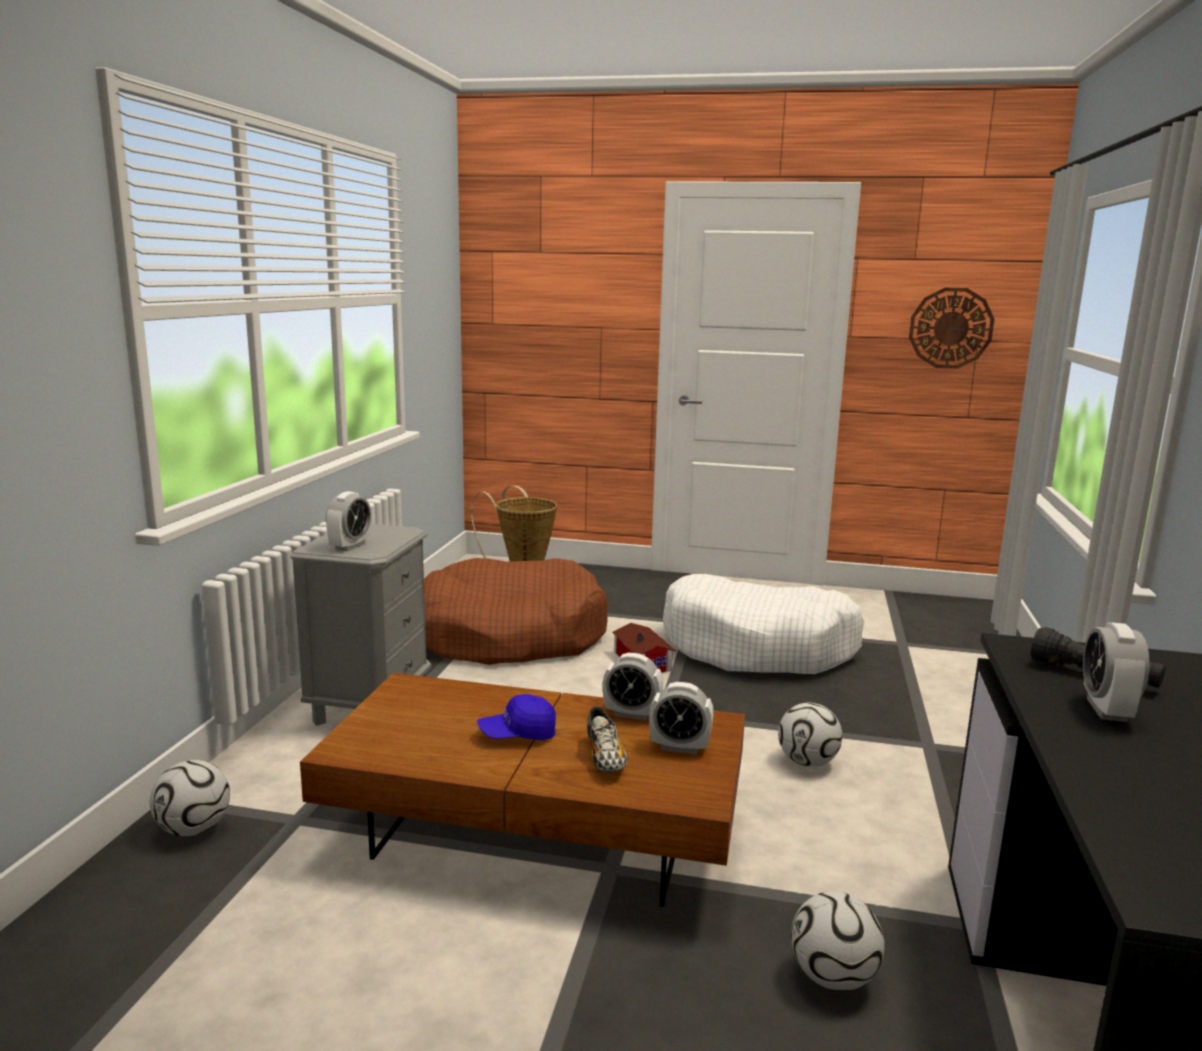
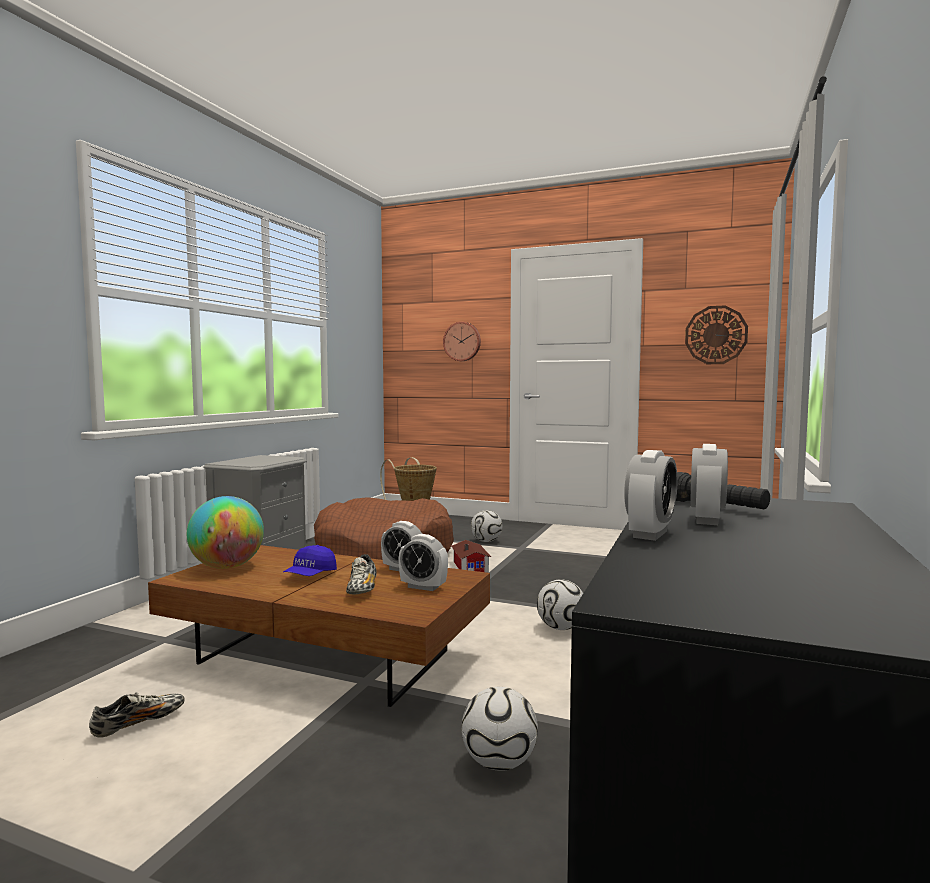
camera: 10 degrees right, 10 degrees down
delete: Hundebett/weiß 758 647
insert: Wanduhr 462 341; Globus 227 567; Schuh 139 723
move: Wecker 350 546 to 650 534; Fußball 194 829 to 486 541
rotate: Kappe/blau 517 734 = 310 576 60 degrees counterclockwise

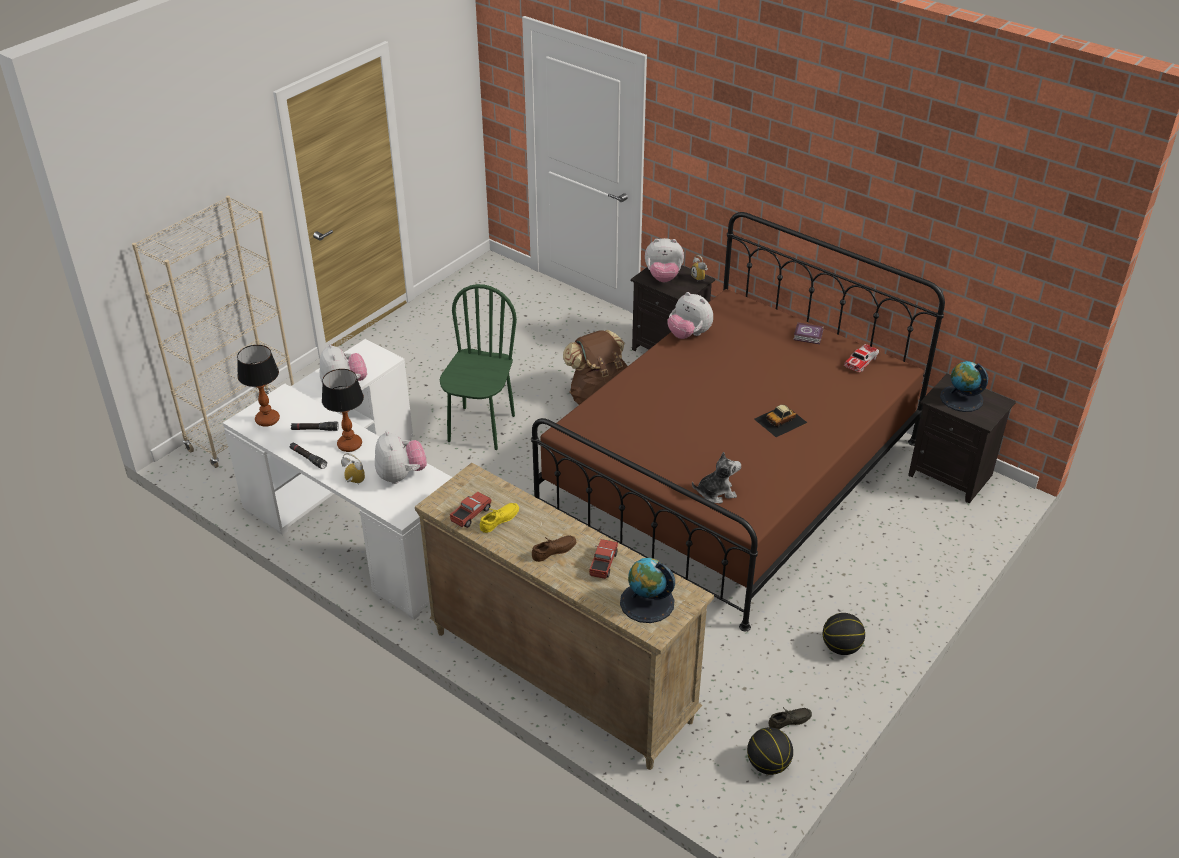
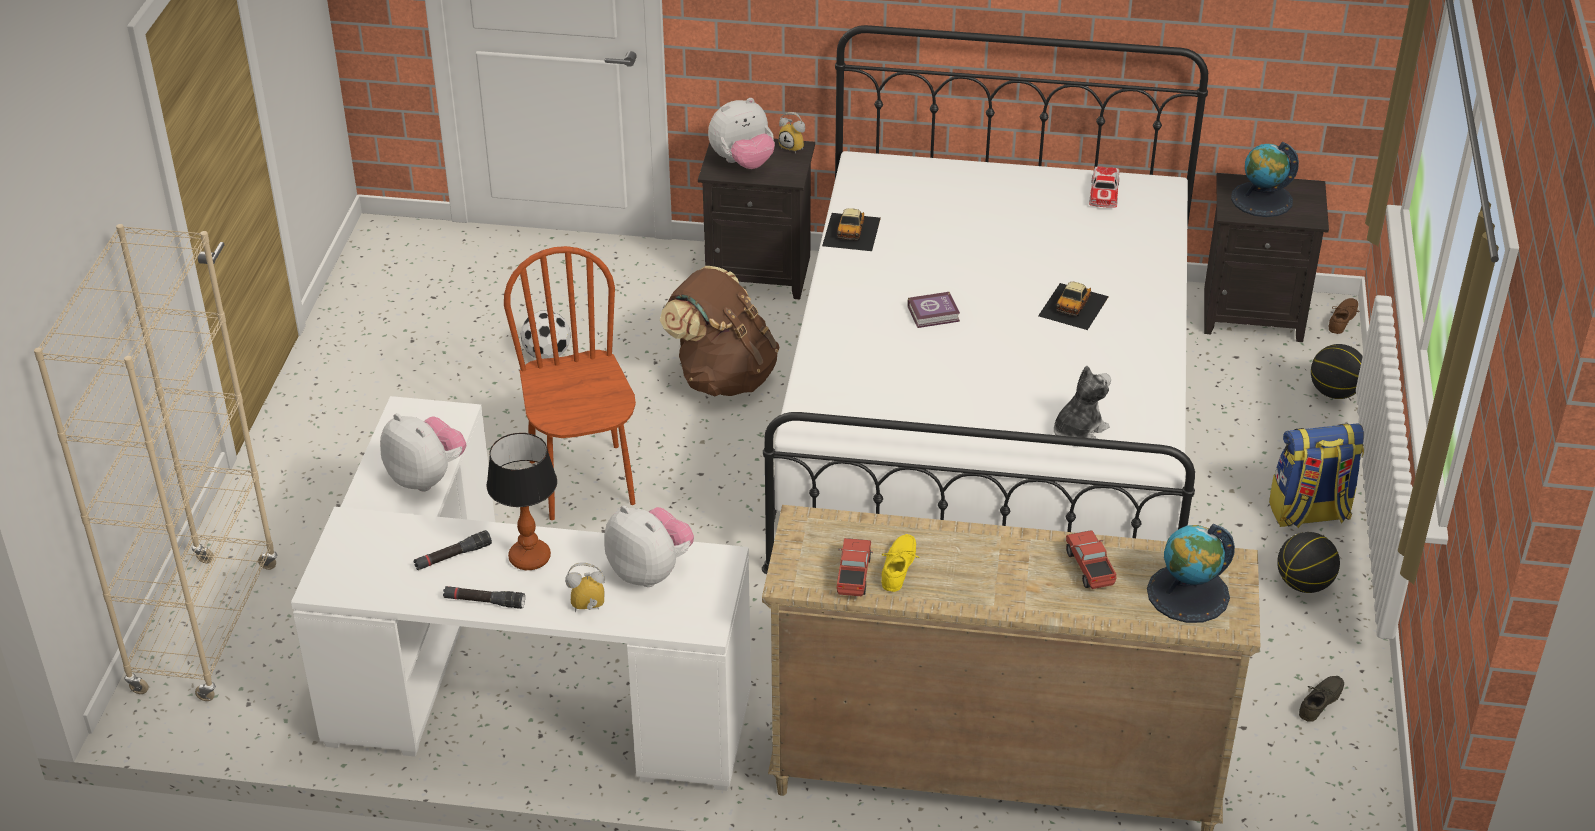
camera: 30 degrees left, 0 degrees up
delete: Tischlampe 267 419
insert: Fußball 547 354; Rucksack 1309 513
move: Buch 808 336 to 934 314; Schuh/braun 554 552 to 1344 320; Basketball 768 764 to 1334 393
replace: Plüschtier 689 335 to Spielzeugauto 852 231
recolor: Bett/braun 730 476 to Bett/weiß 987 418; Stuhl/grün 481 428 to Stuhl/braun 583 482

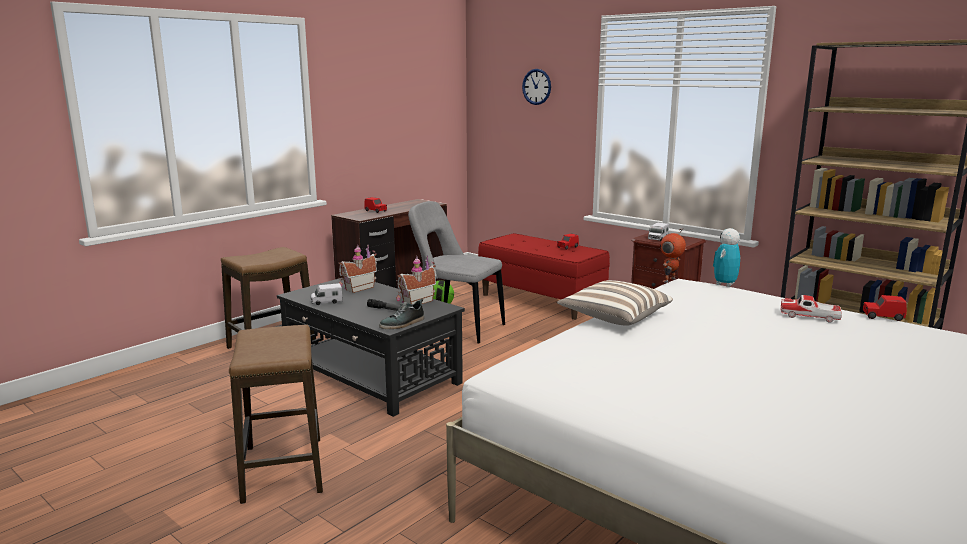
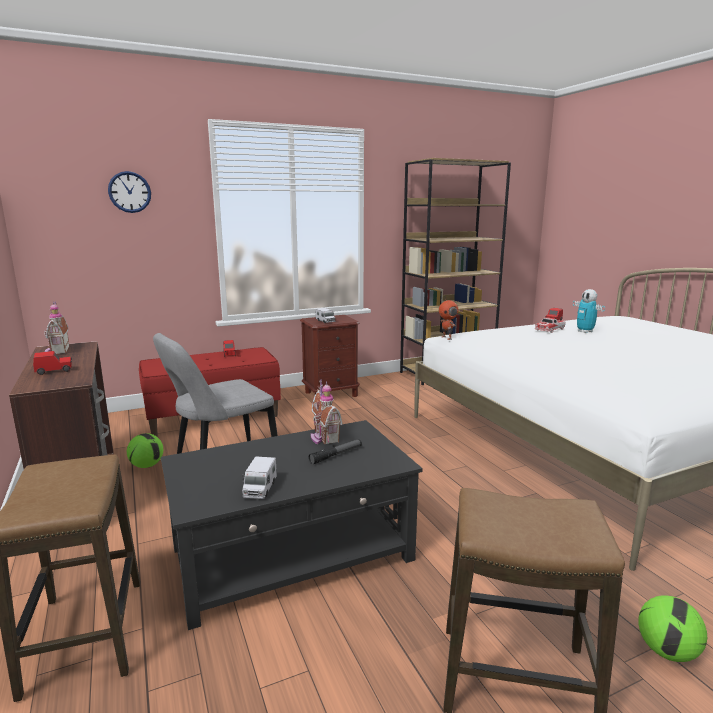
camera: 65 degrees left, 0 degrees up
delete: Kissen 613 318; Schuh 402 324
insert: Fußball 666 651
move: Spielzeugroboter 724 284 to 585 331; Spielzeughaus 357 288 to 57 350

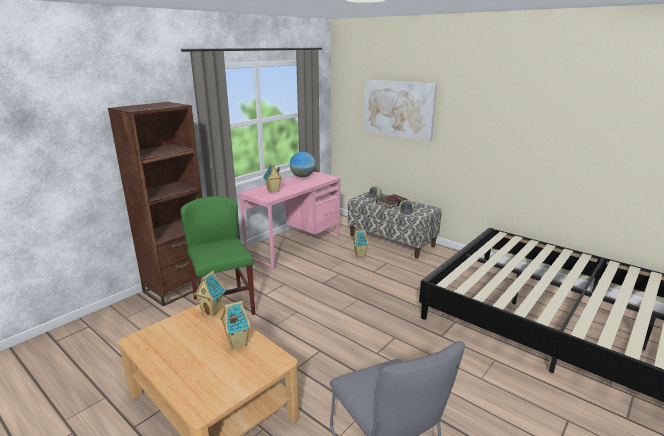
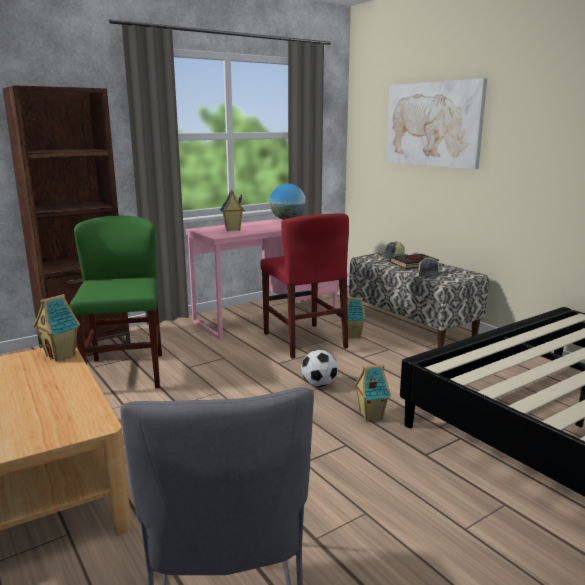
camera: 15 degrees right, 5 degrees down
insert: Stuhl/rot 304 340; Fußball 319 384
move: Spielzeughaus 236 343 to 370 415

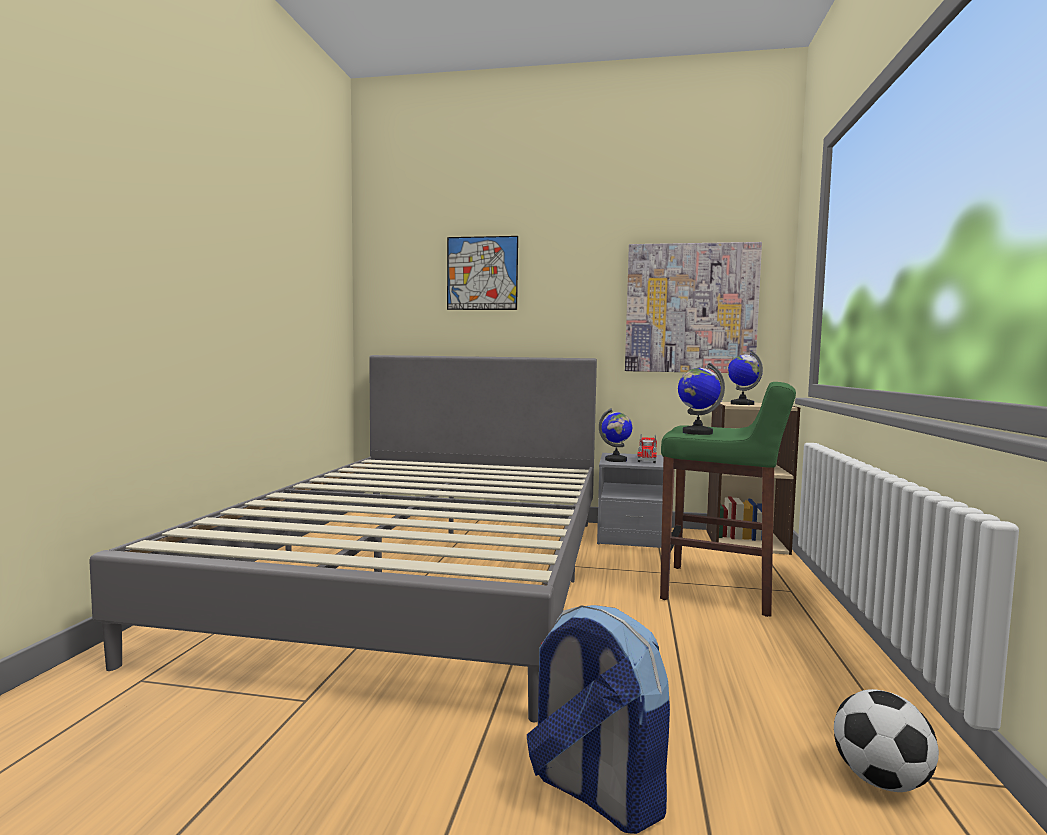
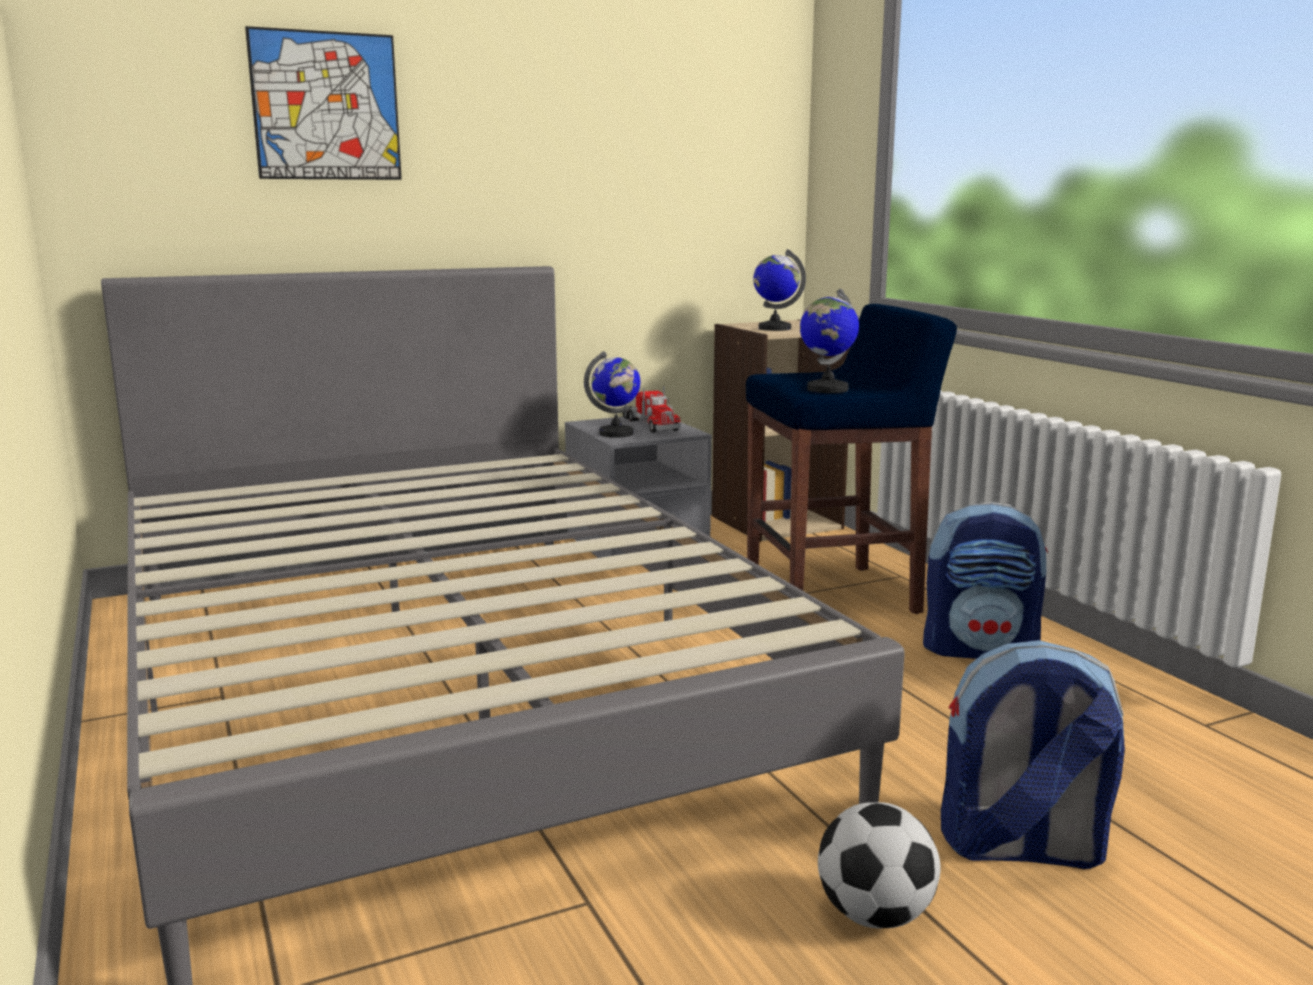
camera: 35 degrees left, 10 degrees up
delete: Bild 690 309
insert: Rucksack 980 649
move: Fußball 880 781 to 874 916
recolor: Hocker/grün 720 590 to Hocker/blau 834 595

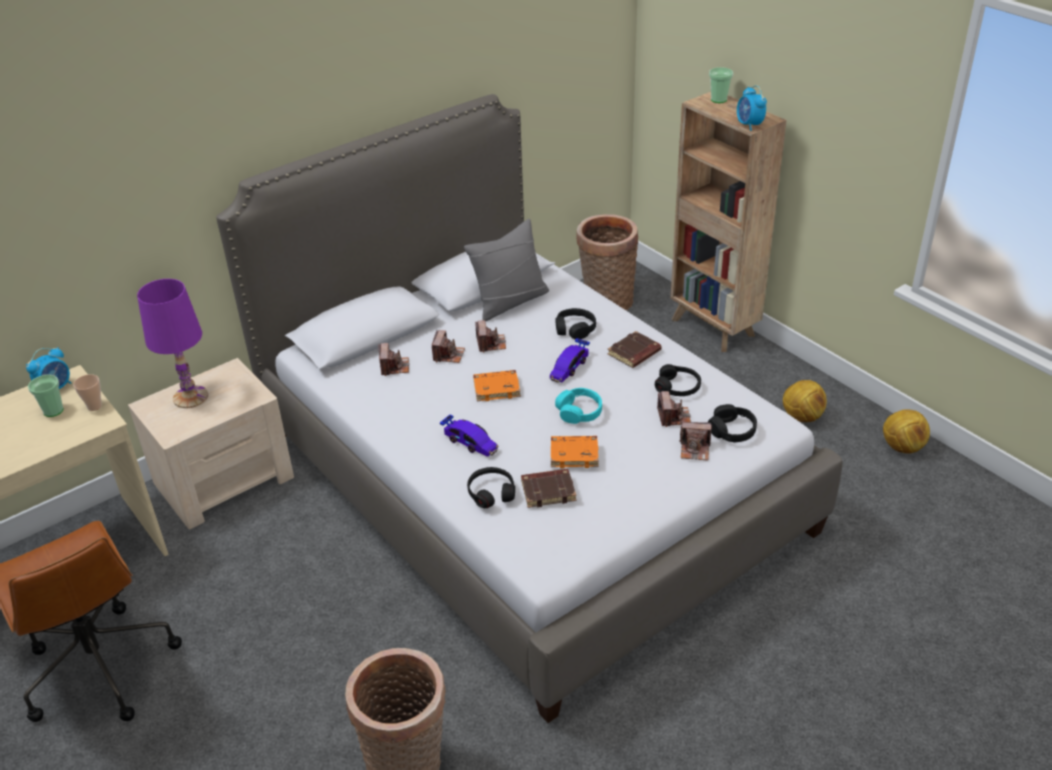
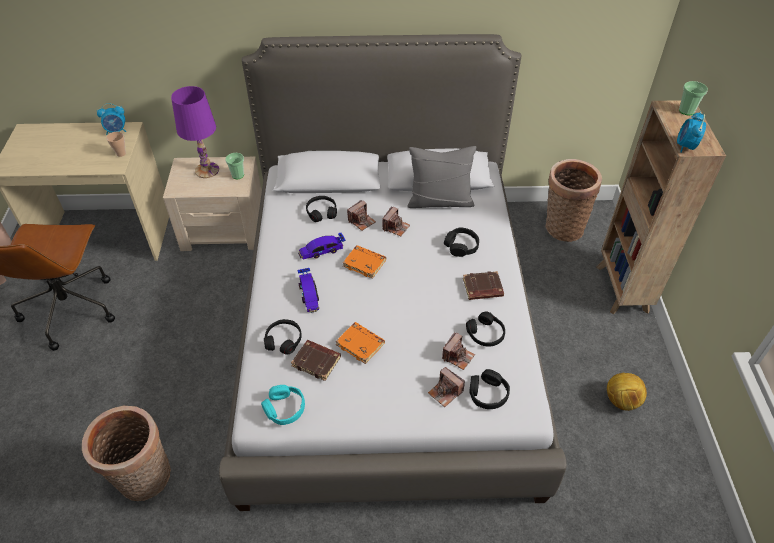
camera: 35 degrees right, 10 degrees up
delete: Fußball 902 447
move: Spielzeugauto 569 367 to 322 251; Tasse 53 410 to 238 175; Kopfhörer/türkis 579 412 to 284 408
replace: Kamera 394 367 to Kopfhörer/schwarz 321 212

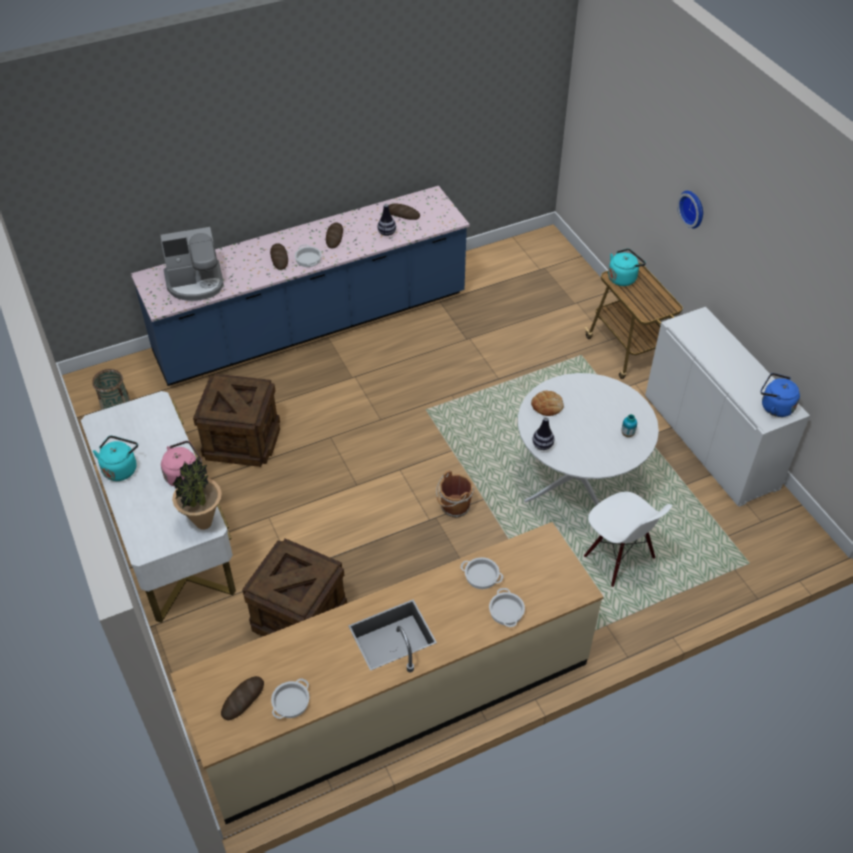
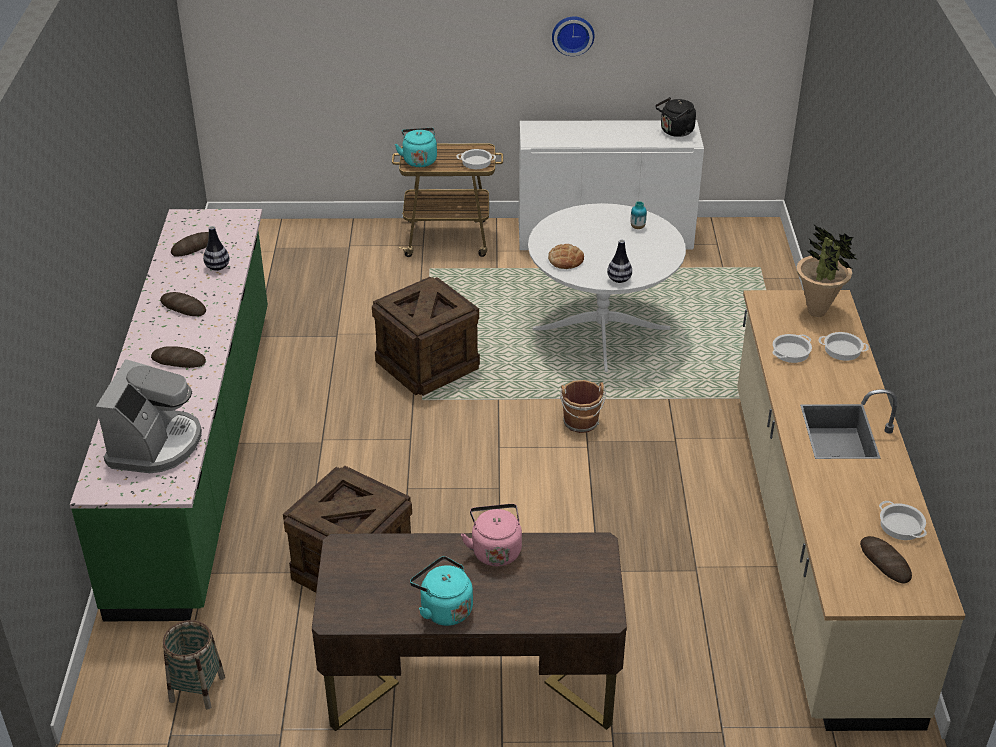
camera: 65 degrees left, 10 degrees down
delete: Stuhl/weiß 618 558
move: Wanduhr 693 208 to 572 34; Kochtopf 308 259 to 476 162; Topfpflanze 204 523 to 817 312; Kiste 300 615 to 427 364
recolor: Küchenzeile/blau 312 325 to Küchenzeile/grün 199 450; Wasserkessel/blau 774 407 to Wasserkessel/schwarz 675 132; Schreibtisch/weiß 169 535 to Schreibtisch/braun 471 682

